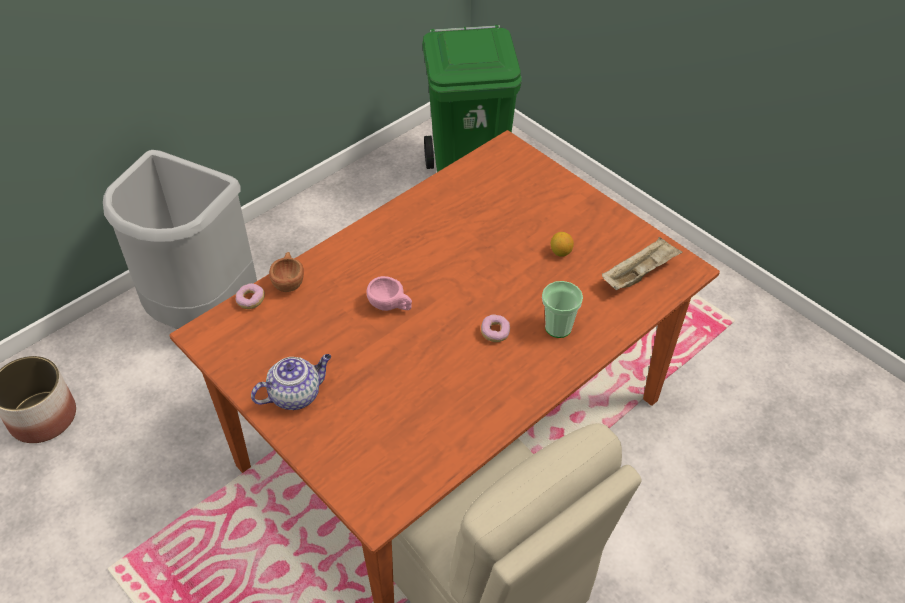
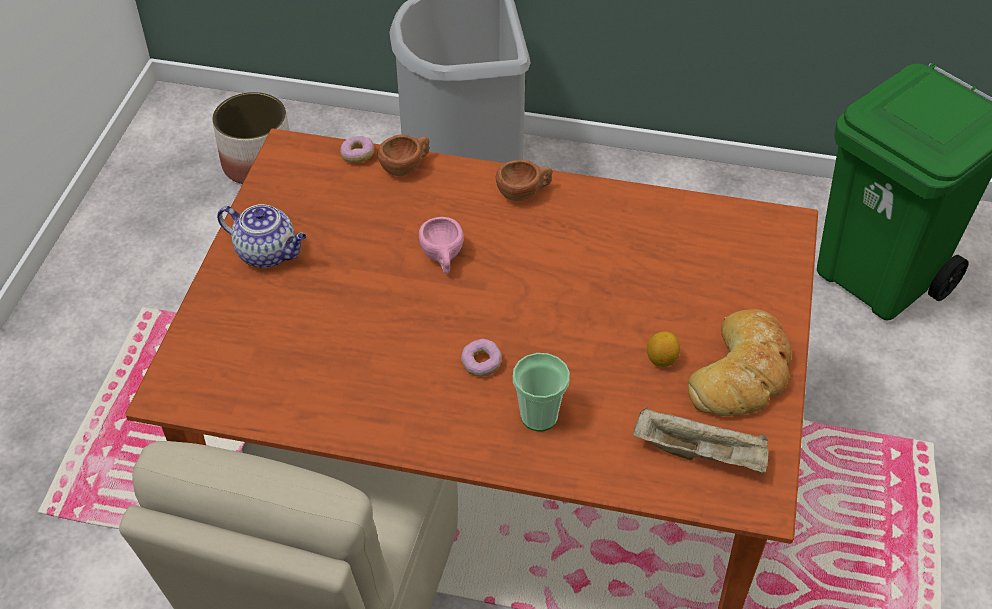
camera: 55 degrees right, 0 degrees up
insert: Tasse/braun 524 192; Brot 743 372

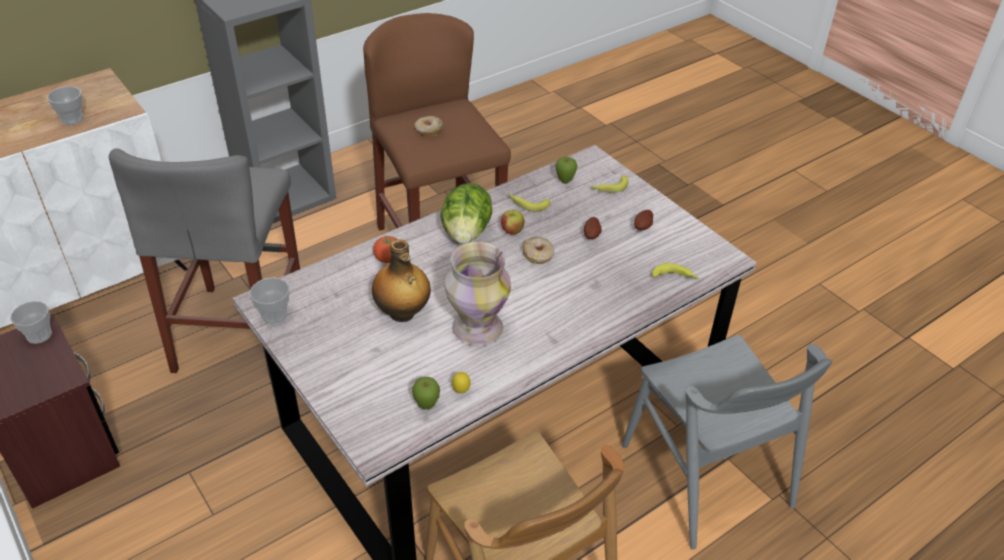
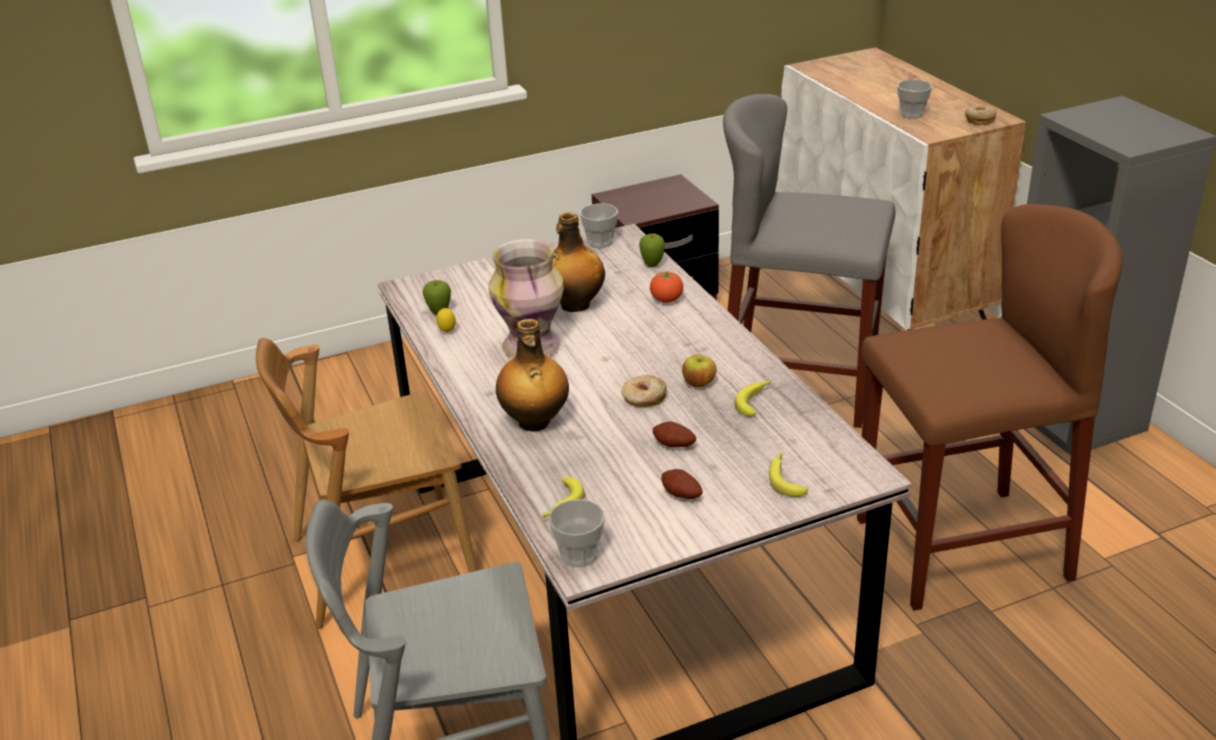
camera: 105 degrees right, 10 degrees down
delete: Salatkopf 466 233
insert: Flasche 534 422
move: Donut 428 130 to 979 120; Apfel 565 181 to 652 265; Tasse 39 335 to 579 555

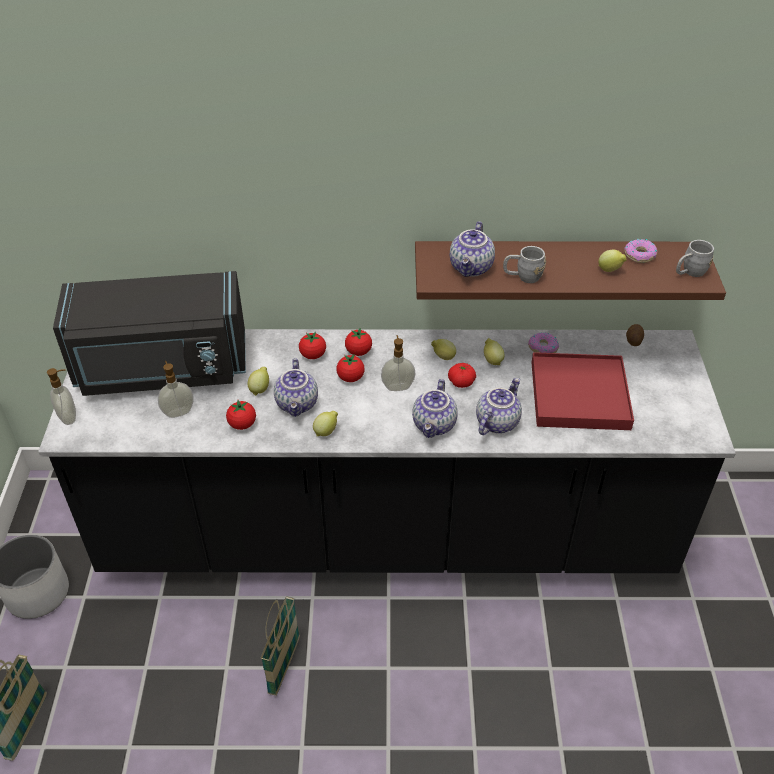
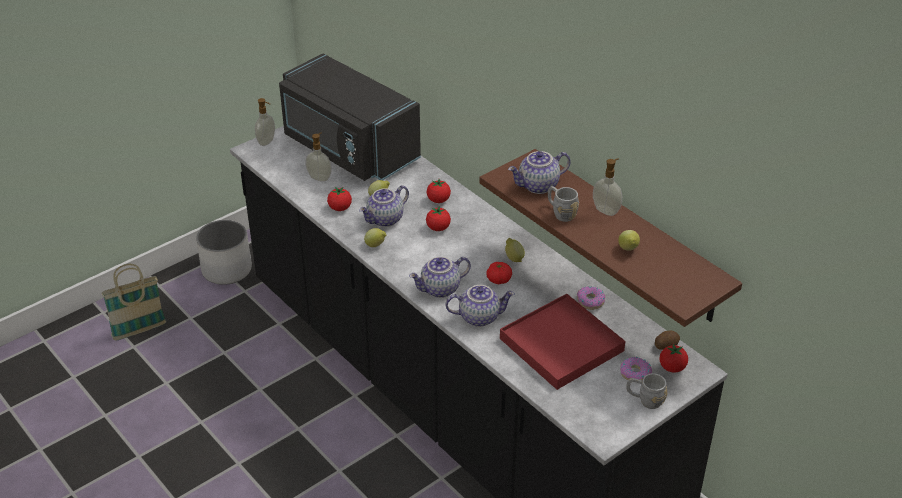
camera: 50 degrees right, 5 degrees down
delete: Zitrone 492 360; Korb 284 666
move: Donut 640 255 to 635 373; Henkelbecher/grau 689 272 to 645 400; Tomate 358 352 to 672 367; Seifenspender 397 386 to 606 210

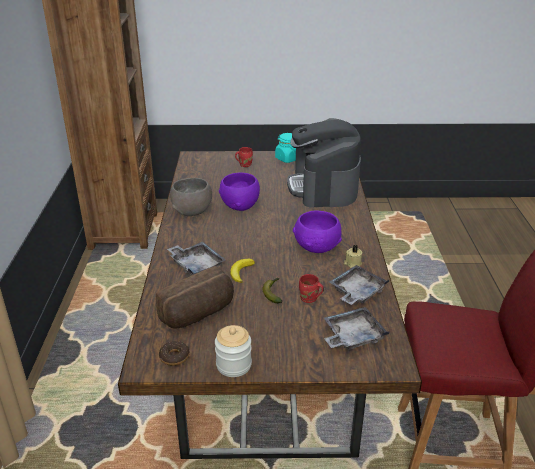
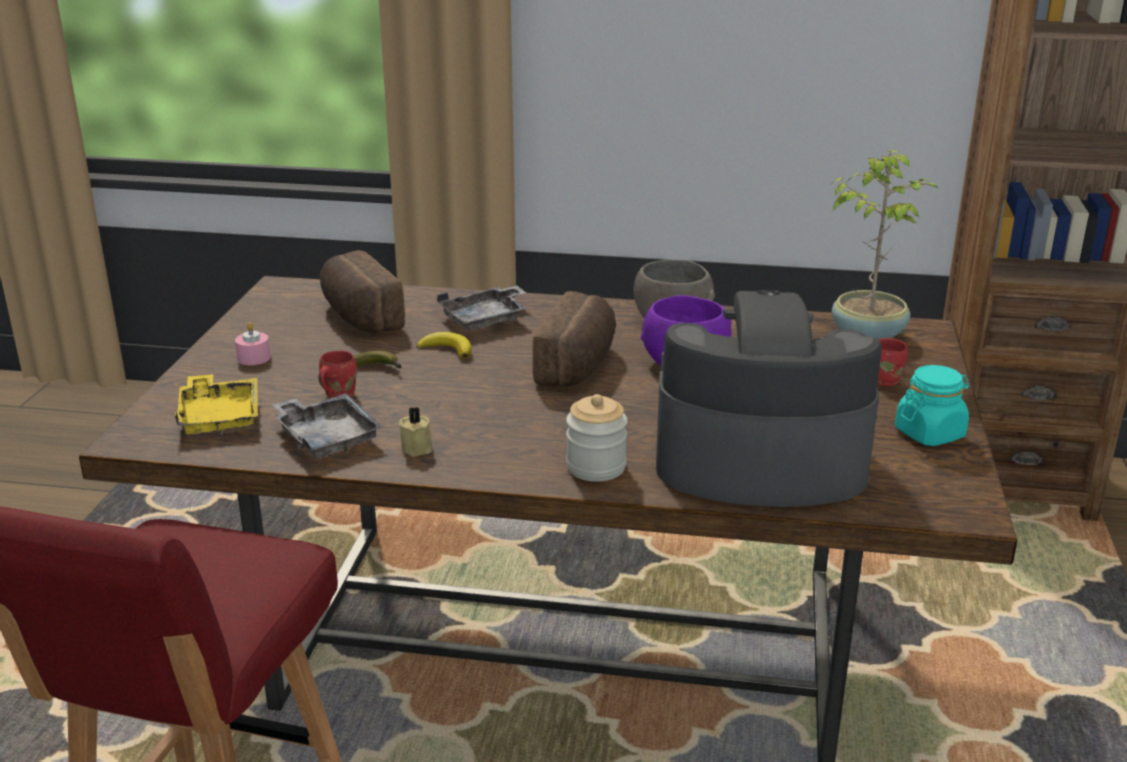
camera: 100 degrees right, 5 degrees down
delete: Schüssel/lila 316 247; Donut 174 357
insert: Topfpflanze 868 335; Brot 579 365; Kerze/rosa 254 358
move: Vorratsglas 233 365 to 596 467
recolor: Tablett/grau 352 336 to Tablett/gelb 219 416

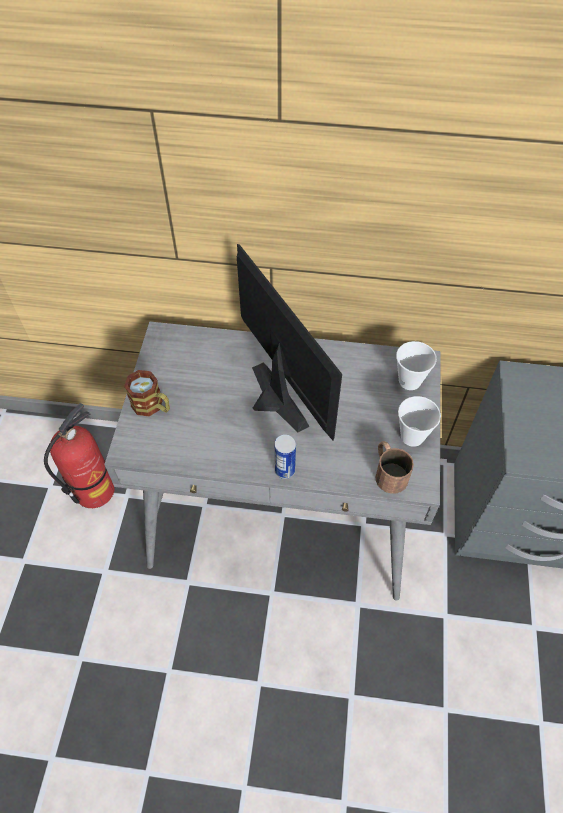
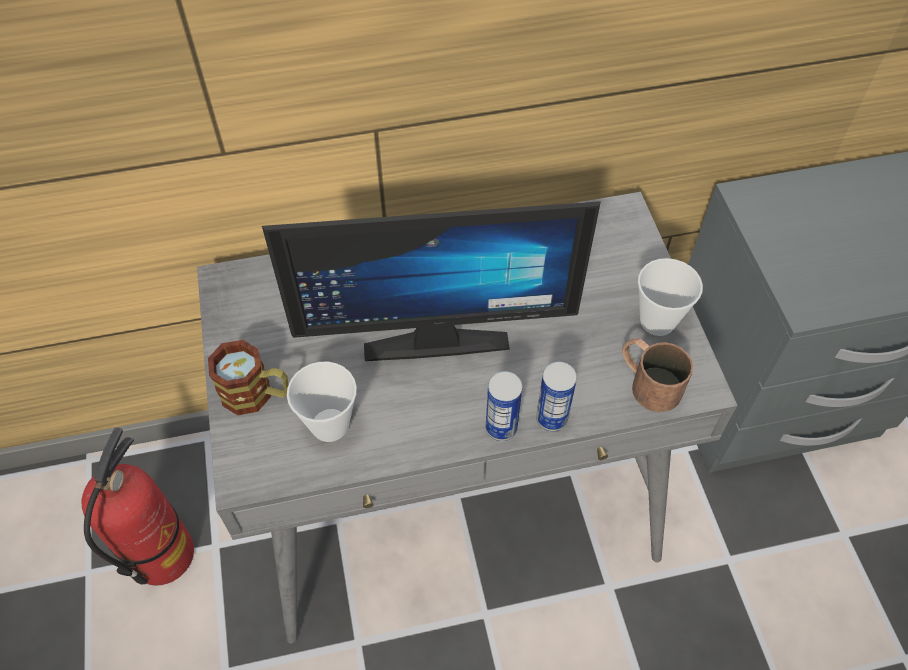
camera: 20 degrees left, 0 degrees up
insert: Dose 551 418
move: Tasse 409 381 to 330 425
rotate: Monitor 270 401 = 434 332 135 degrees clockwise

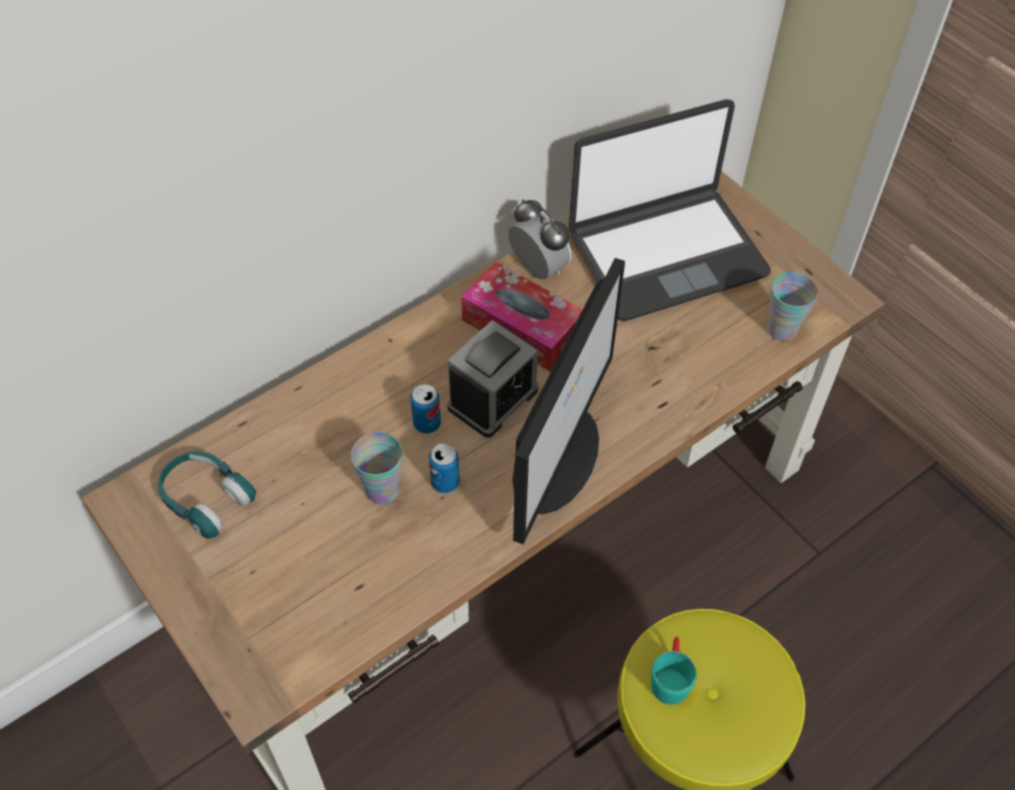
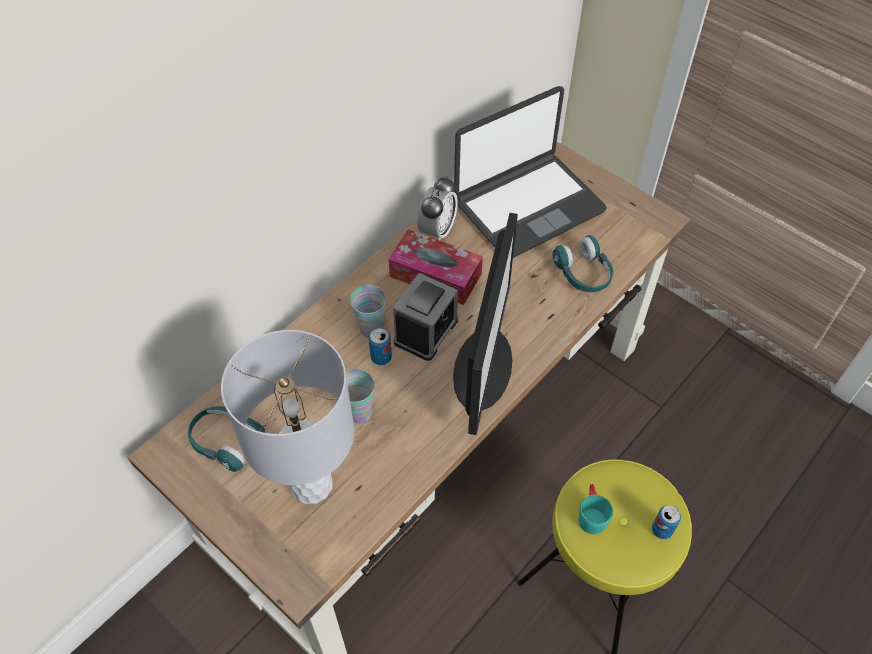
camera: 10 degrees left, 0 degrees up
insert: Kopfhörer/türkis 583 273; Tischlampe/grau 312 485
move: Tasse 781 329 to 371 328; Dose 445 482 to 662 530
rotate: Wecker 538 269 = 437 230 75 degrees clockwise

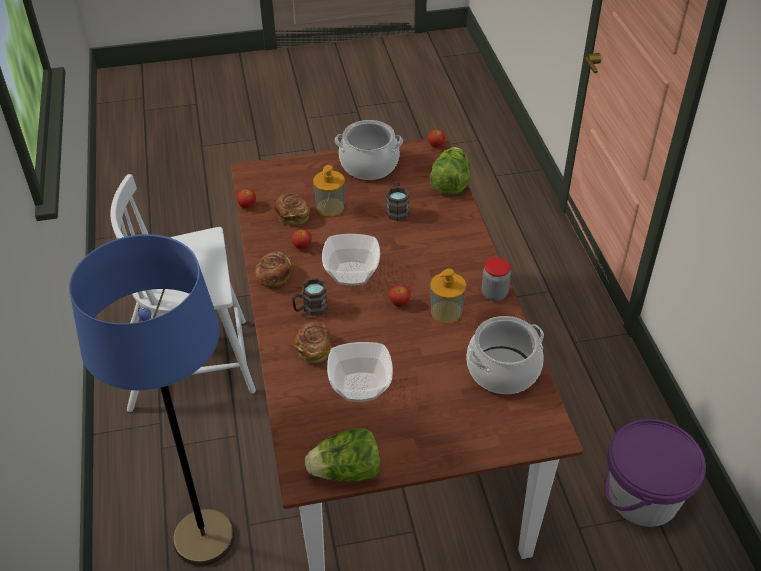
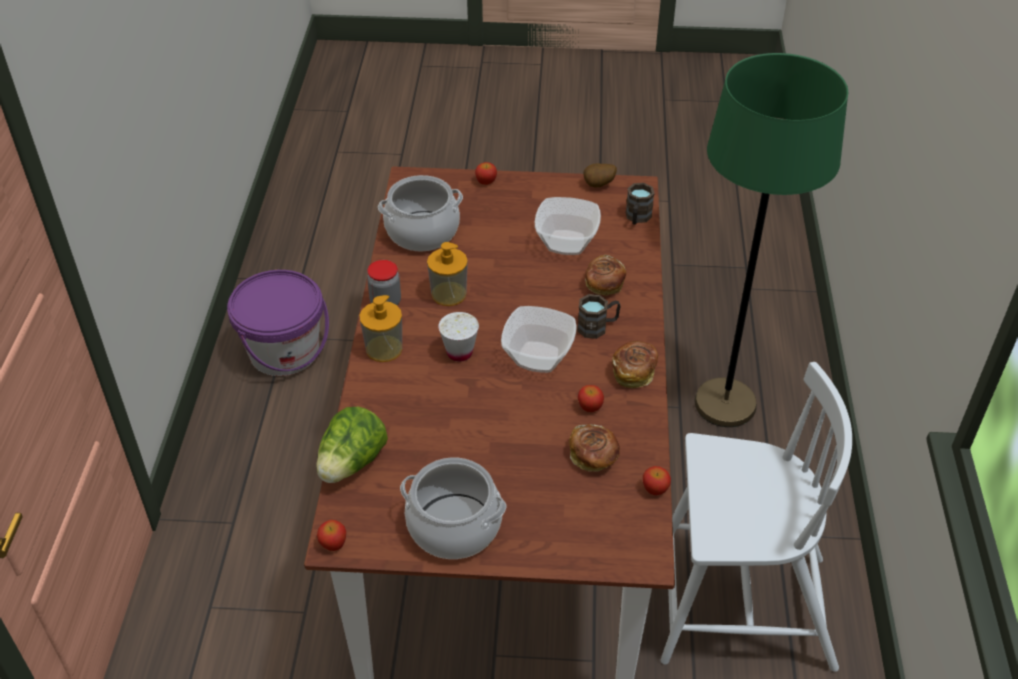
camera: 165 degrees left, 0 degrees up
insert: Tasse/weiß 459 353
move: Seifenspender 330 207 to 384 349; Henkelbecher/braun 397 210 to 637 218; Apfel 399 303 to 486 181
replace: Salatkopf 346 472 to Kartoffel 599 185
recolor: Stehlampe/blau 204 538 to Stehlampe/grün 725 404

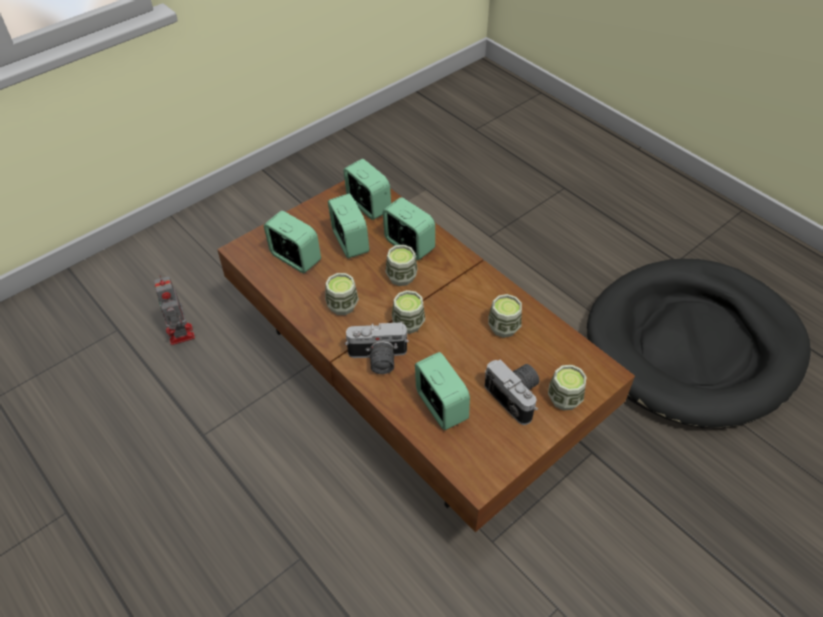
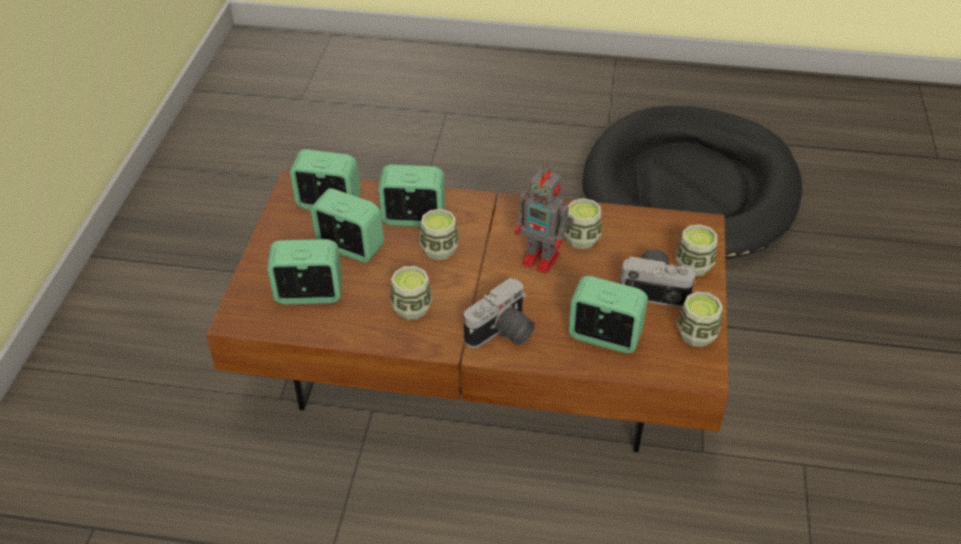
camera: 40 degrees left, 5 degrees down
move: Spielzeugroboter 181 335 to 543 259; Tasse 408 323 to 696 334

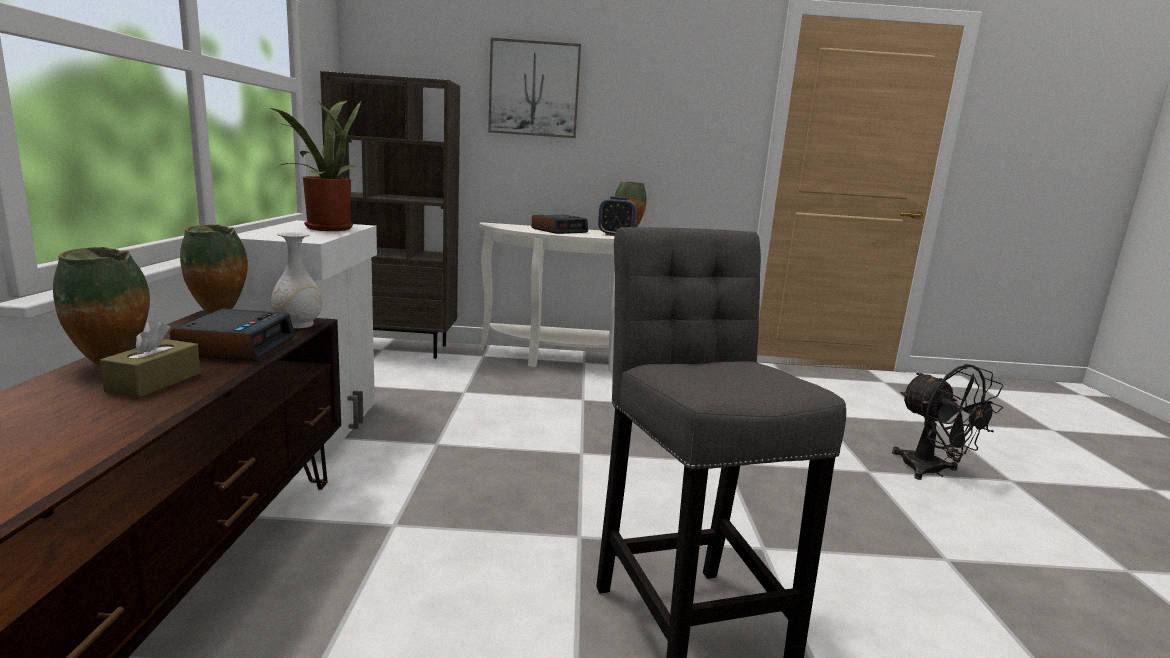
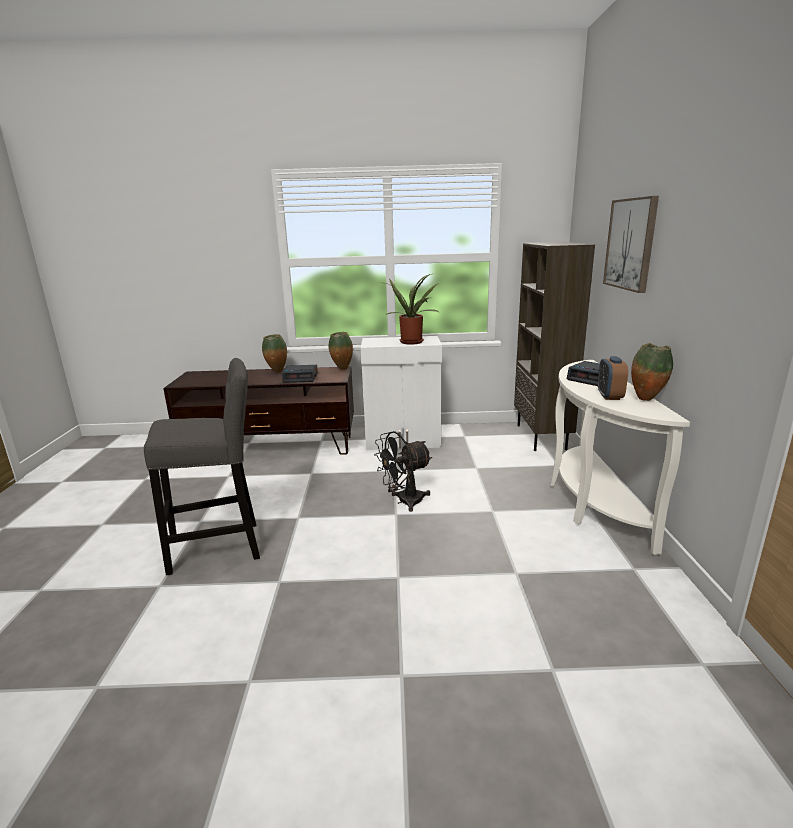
camera: 90 degrees right, 5 degrees up
delete: Vase/weiß 298 324; Taschentuchbox/braun 154 382
move: Ventilator/schwarz 931 471 to 404 502

